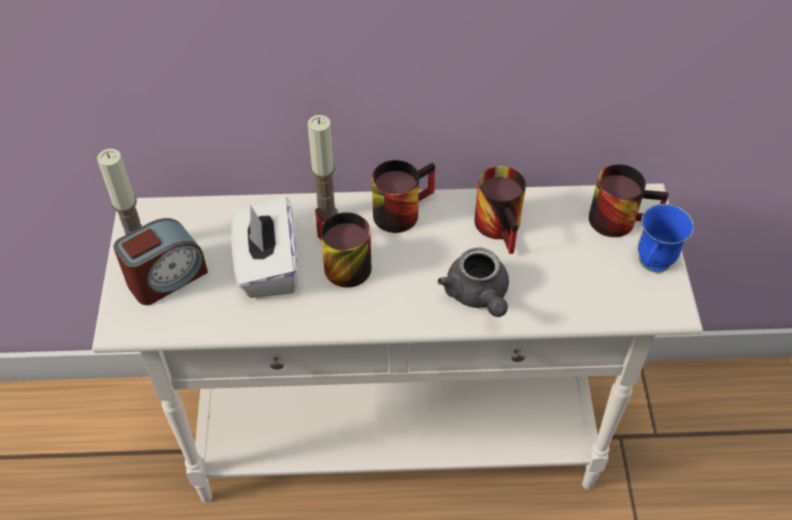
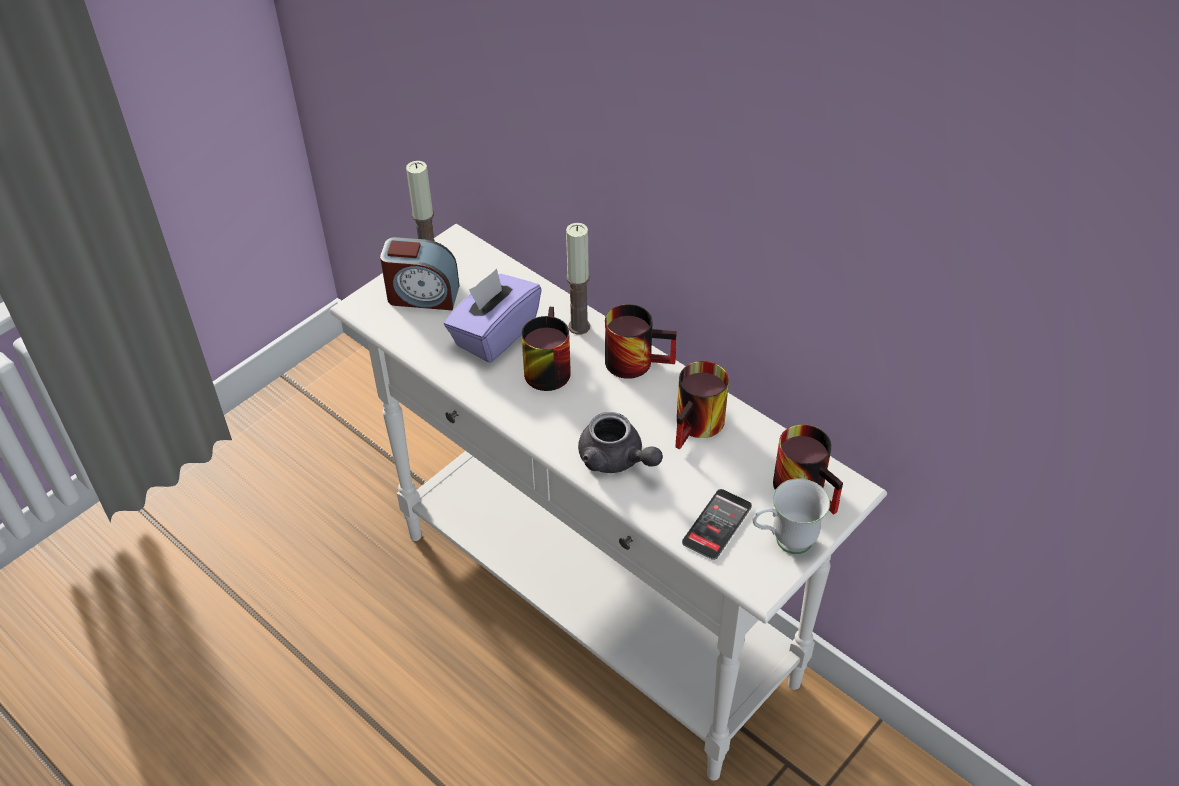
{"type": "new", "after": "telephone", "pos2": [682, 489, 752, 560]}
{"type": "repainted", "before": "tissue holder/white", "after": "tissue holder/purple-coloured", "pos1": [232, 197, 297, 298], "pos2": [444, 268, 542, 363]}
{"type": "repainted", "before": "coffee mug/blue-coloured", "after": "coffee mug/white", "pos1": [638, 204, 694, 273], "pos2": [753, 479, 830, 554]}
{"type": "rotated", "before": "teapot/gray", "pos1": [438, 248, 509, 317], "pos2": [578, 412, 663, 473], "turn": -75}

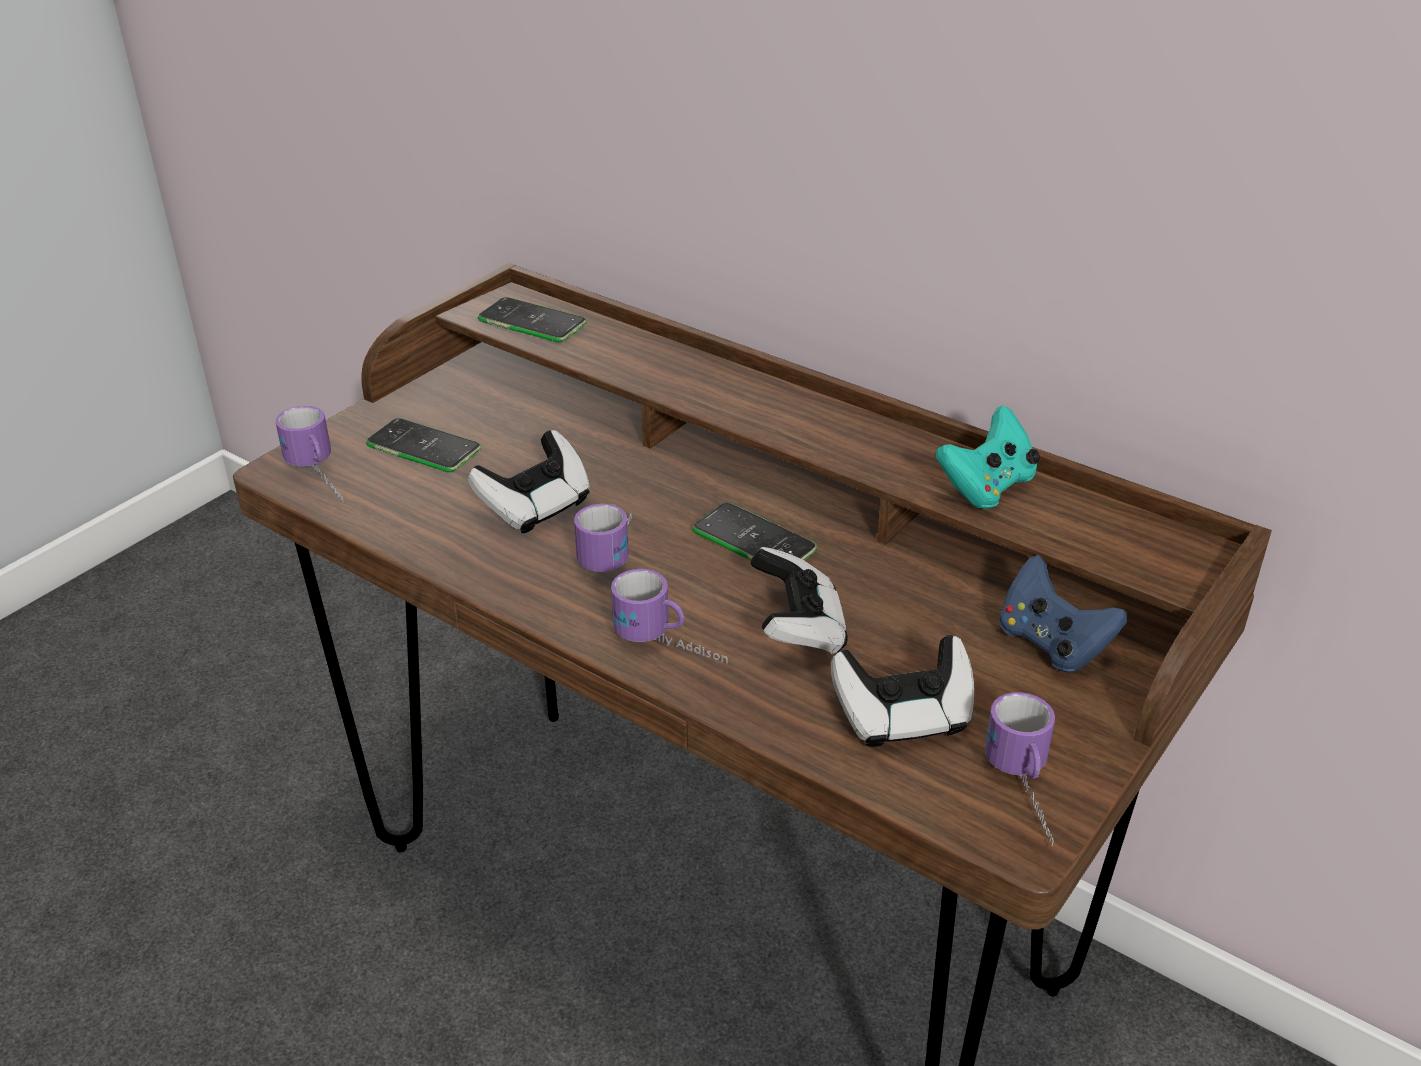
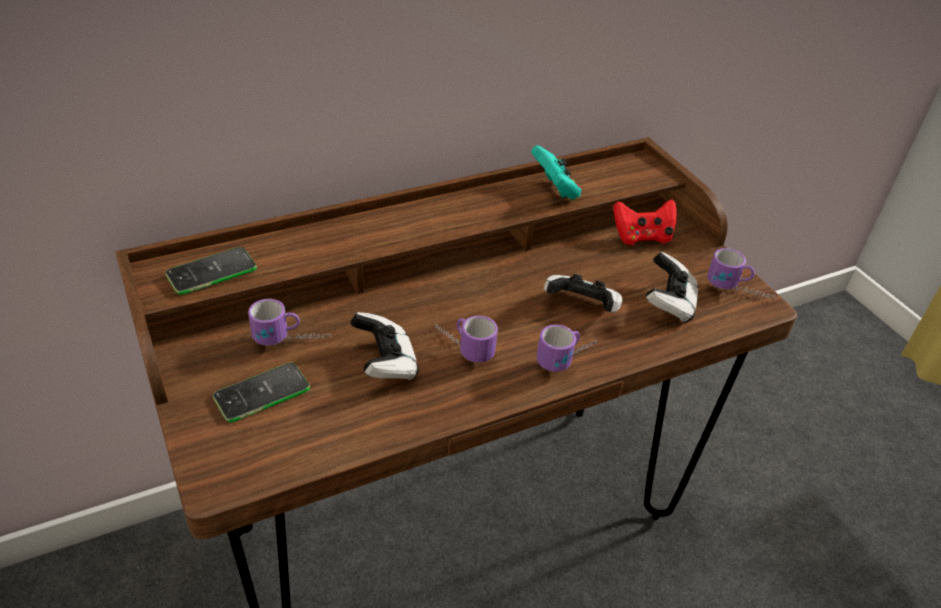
{"type": "gone", "before": "telephone", "pos1": [692, 503, 817, 561]}
{"type": "shifted", "before": "coffee mug", "pos1": [276, 406, 344, 503], "pos2": [248, 299, 331, 345]}
{"type": "repainted", "before": "joypad/blue-coloured", "after": "joypad/red", "pos1": [999, 555, 1127, 673], "pos2": [613, 199, 677, 245]}

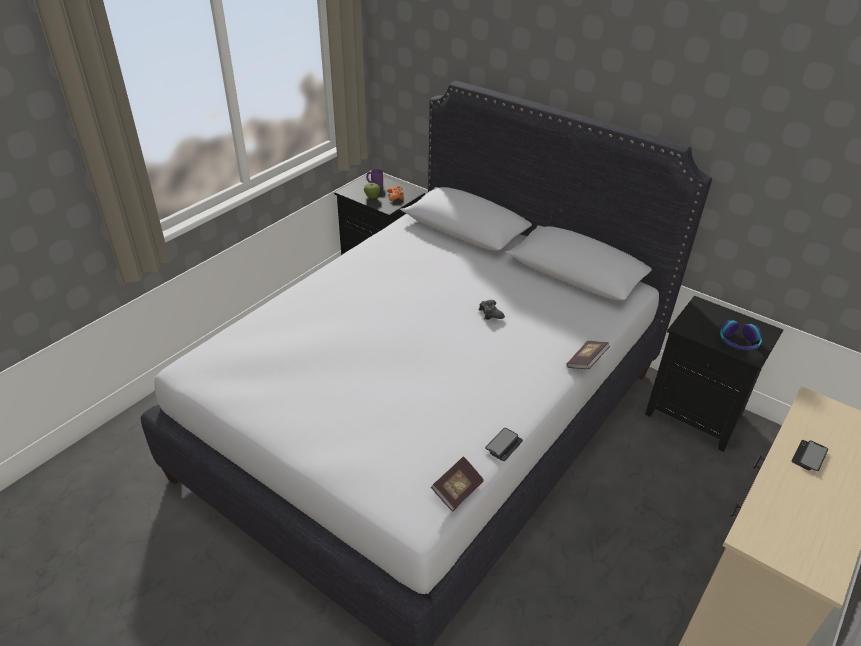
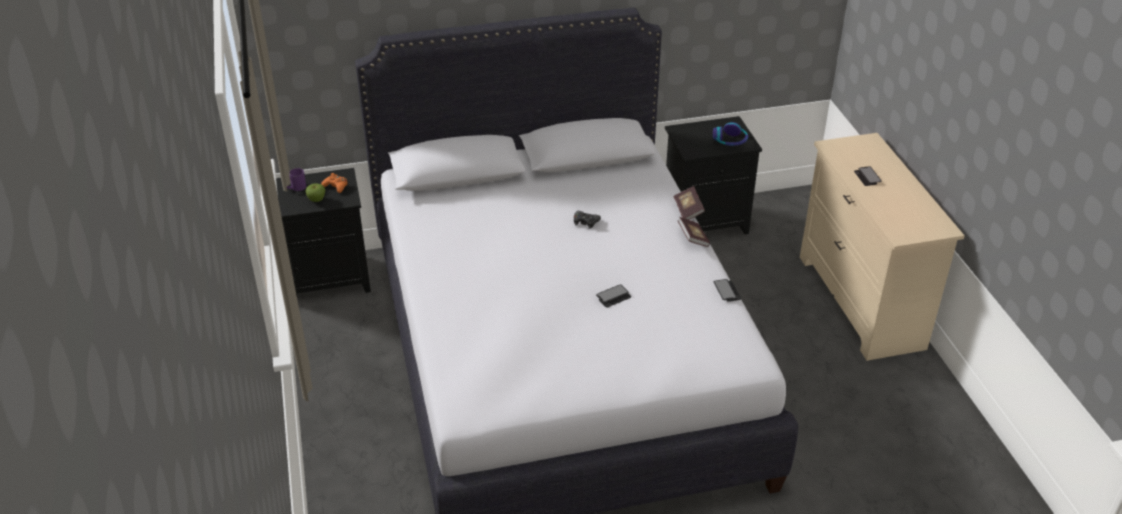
{"type": "new", "after": "telephone", "pos2": [596, 284, 631, 308]}
{"type": "shifted", "before": "book", "pos1": [431, 456, 484, 512], "pos2": [678, 217, 710, 247]}

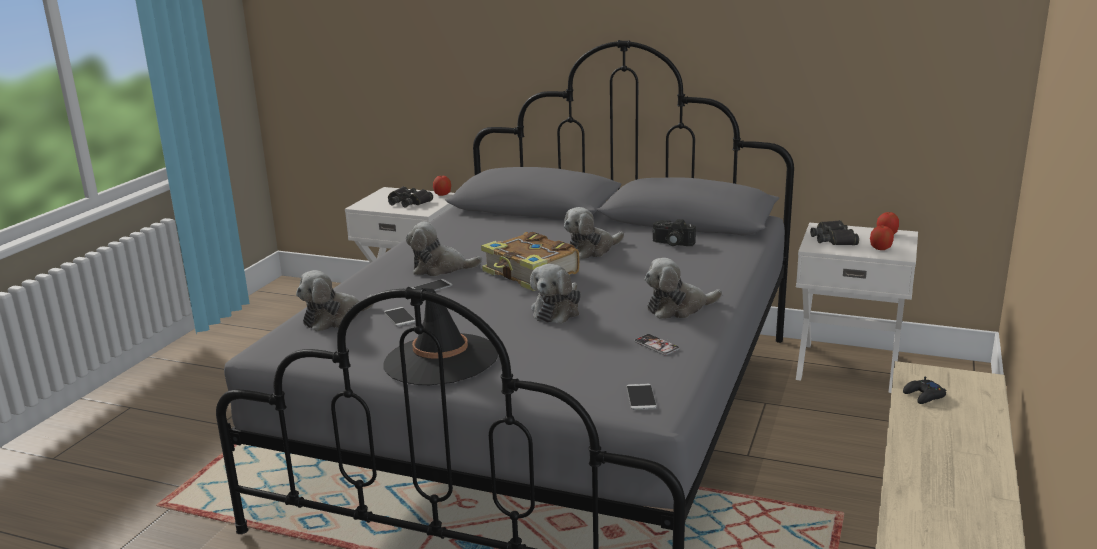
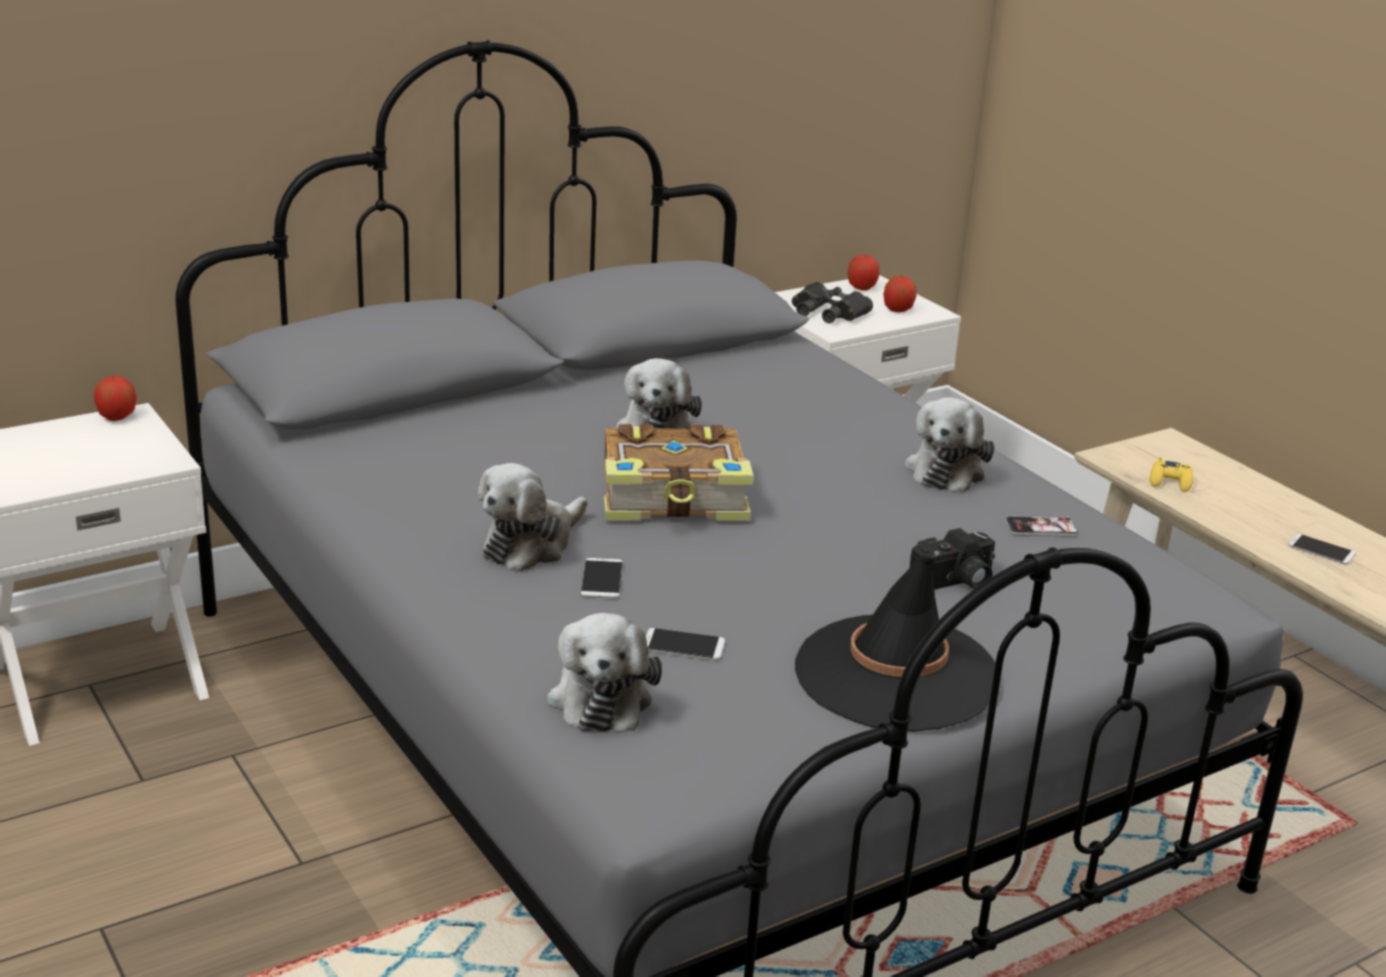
{"type": "gone", "before": "binoculars/blackish", "pos1": [388, 186, 433, 208]}
{"type": "gone", "before": "cuddly toy", "pos1": [530, 264, 581, 324]}
{"type": "shifted", "before": "telephone", "pos1": [626, 384, 657, 410], "pos2": [1288, 534, 1356, 565]}
{"type": "shifted", "before": "still camera", "pos1": [652, 219, 696, 246], "pos2": [909, 528, 995, 590]}
{"type": "repainted", "before": "joypad/blackish", "after": "joypad/yellow", "pos1": [903, 377, 946, 404], "pos2": [1150, 457, 1193, 492]}

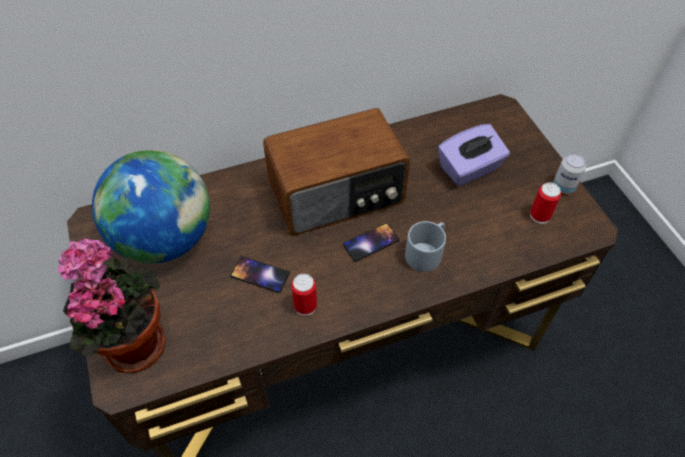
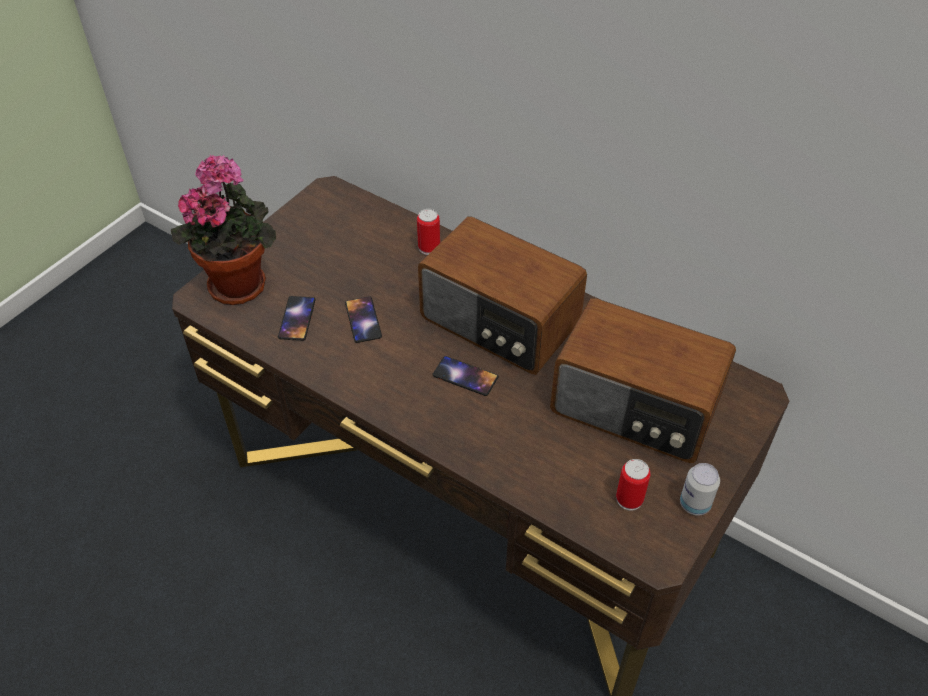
{"type": "gone", "before": "world globe", "pos1": [92, 150, 210, 263]}
{"type": "gone", "before": "coffee mug/gray", "pos1": [405, 221, 446, 272]}
{"type": "new", "after": "telephone", "pos2": [278, 296, 315, 341]}
{"type": "shifted", "before": "sealed can", "pos1": [291, 274, 317, 316], "pos2": [417, 209, 440, 255]}
{"type": "swapped", "before": "tissue holder/purple-coloured", "after": "radio set", "pos1": [438, 124, 510, 186], "pos2": [550, 298, 736, 463]}

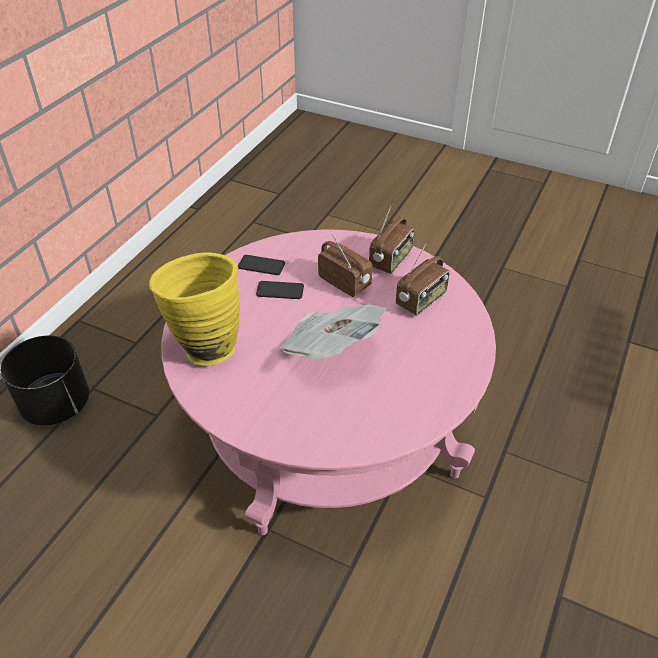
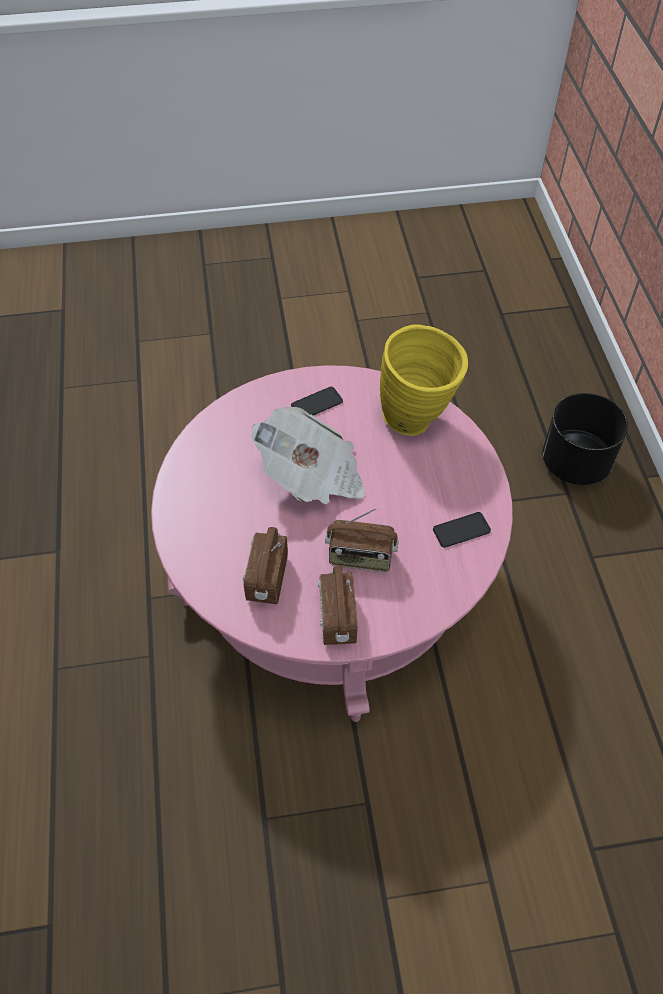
{"type": "shifted", "before": "telephone", "pos1": [256, 281, 304, 299], "pos2": [291, 387, 343, 415]}

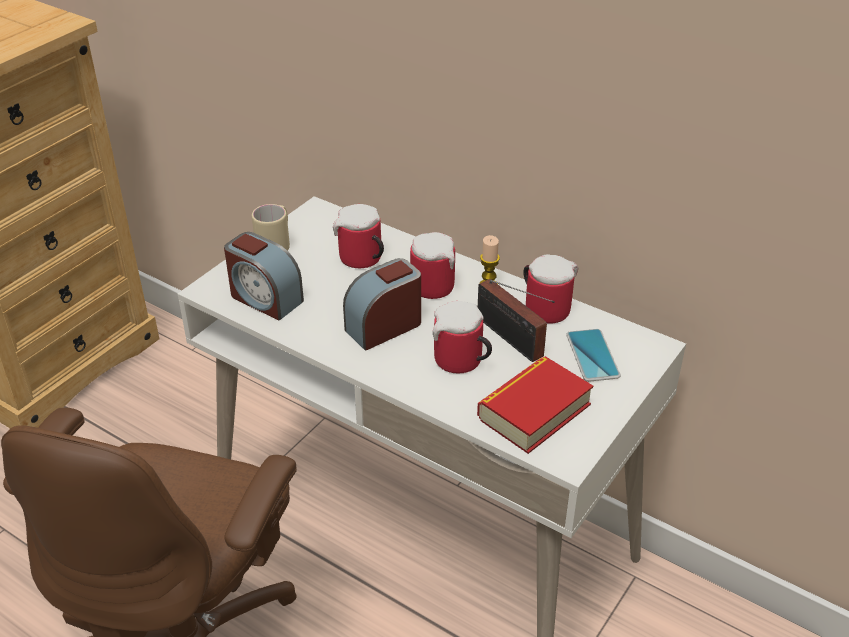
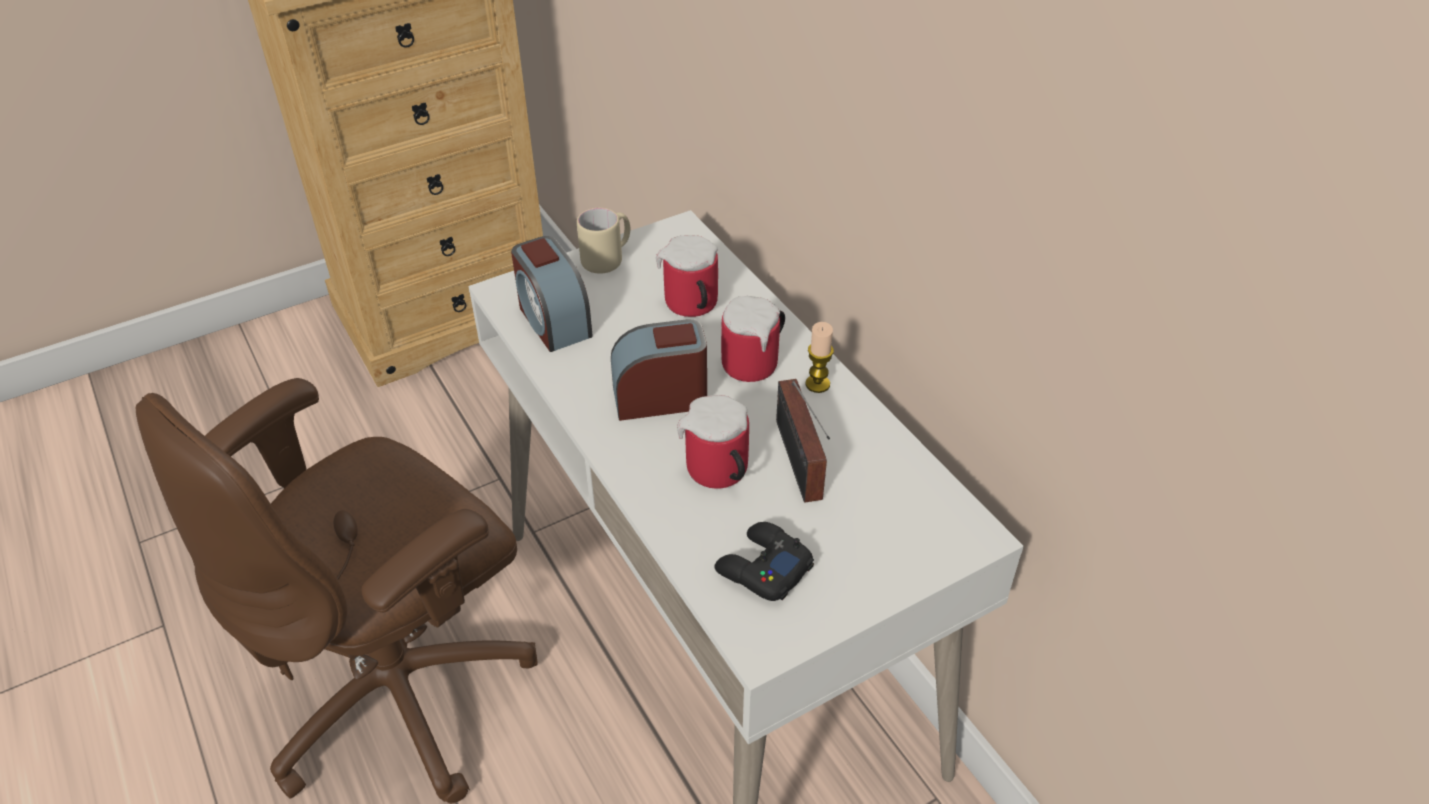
{"type": "gone", "before": "coffee mug", "pos1": [523, 254, 578, 324]}
{"type": "gone", "before": "telephone", "pos1": [566, 329, 621, 382]}
{"type": "swapped", "before": "book", "after": "joypad/blackish", "pos1": [477, 356, 593, 454], "pos2": [714, 522, 814, 601]}

